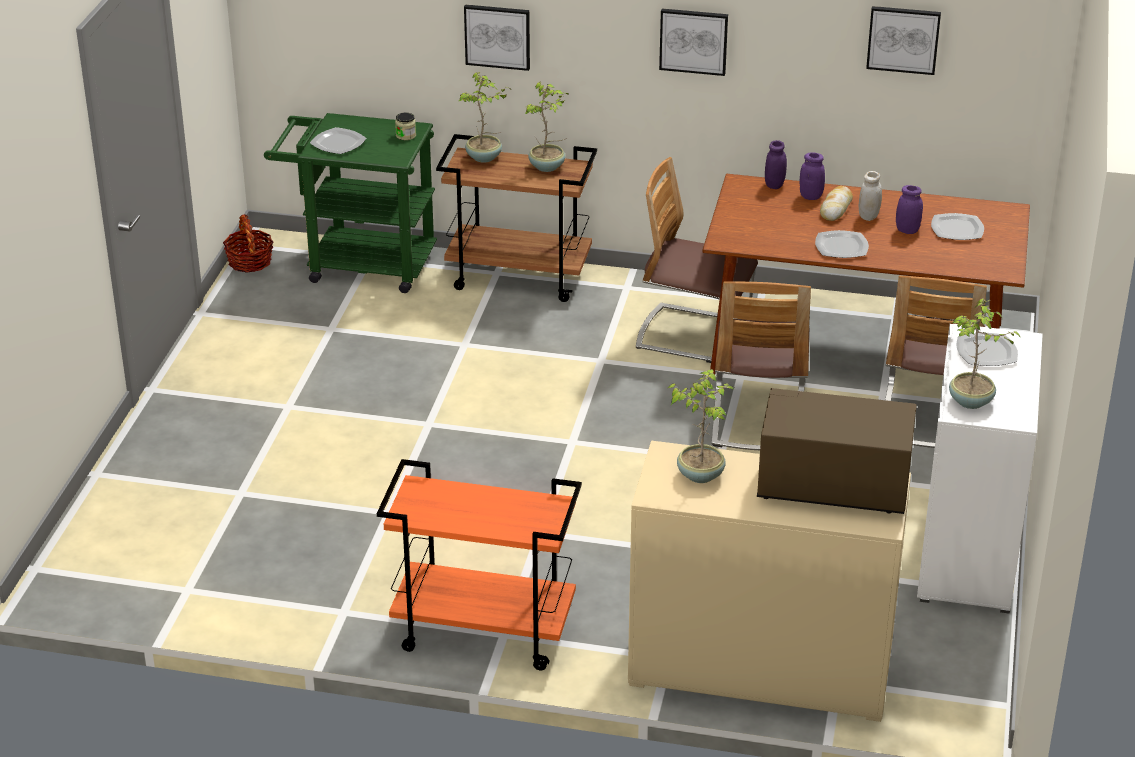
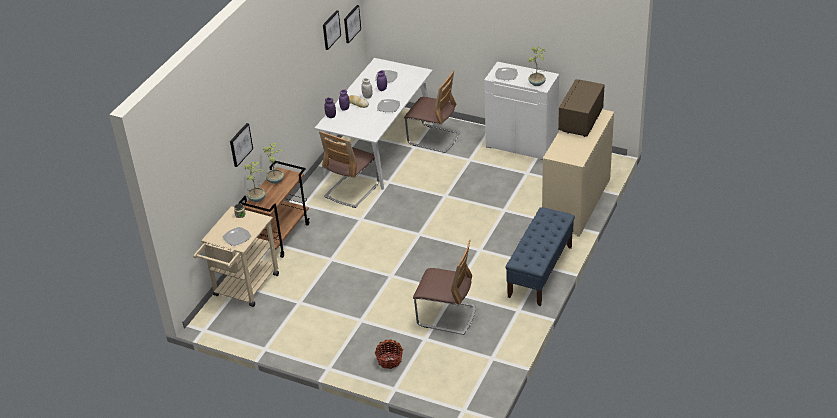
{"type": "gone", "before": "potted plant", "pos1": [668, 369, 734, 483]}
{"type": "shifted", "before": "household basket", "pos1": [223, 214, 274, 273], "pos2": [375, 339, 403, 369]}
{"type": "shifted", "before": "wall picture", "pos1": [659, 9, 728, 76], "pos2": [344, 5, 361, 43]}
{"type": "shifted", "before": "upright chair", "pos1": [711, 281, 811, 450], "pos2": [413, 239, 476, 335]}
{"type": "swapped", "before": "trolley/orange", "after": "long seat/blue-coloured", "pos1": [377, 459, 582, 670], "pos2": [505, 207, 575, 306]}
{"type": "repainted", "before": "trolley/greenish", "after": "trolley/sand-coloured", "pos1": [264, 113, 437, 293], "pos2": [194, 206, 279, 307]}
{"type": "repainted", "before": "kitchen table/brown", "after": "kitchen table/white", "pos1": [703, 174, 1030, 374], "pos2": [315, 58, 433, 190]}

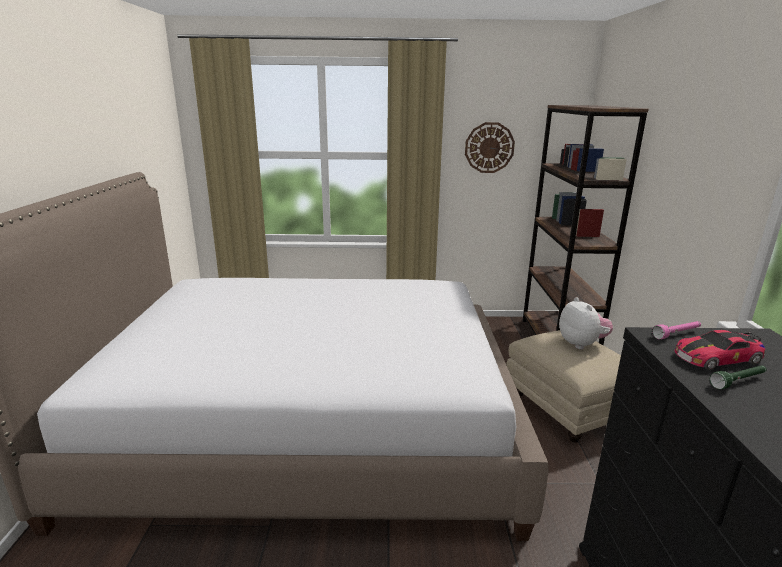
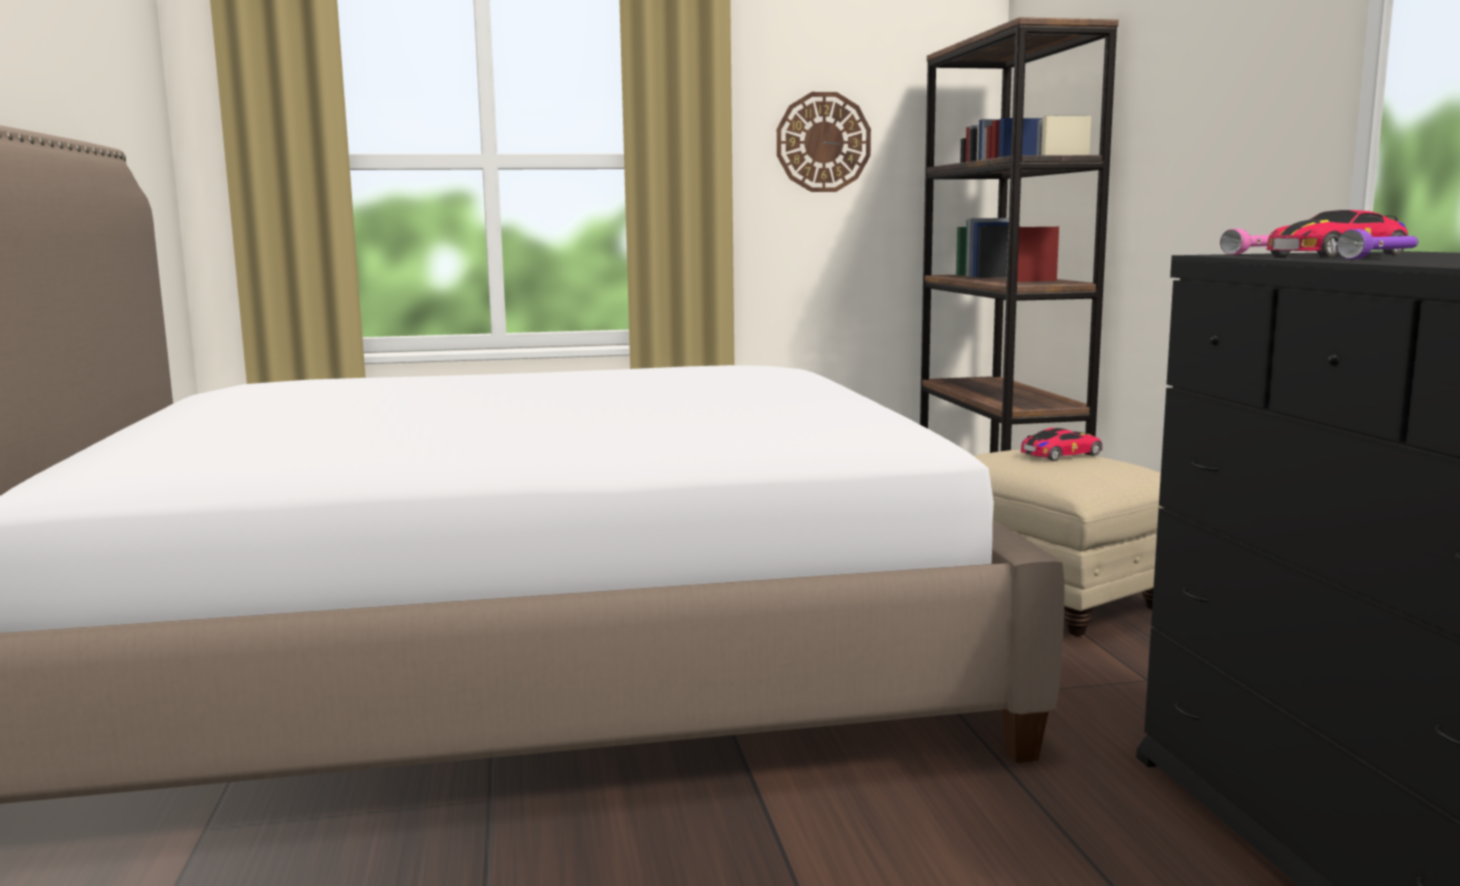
{"type": "swapped", "before": "cuddly toy", "after": "model car", "pos1": [559, 297, 613, 349], "pos2": [1021, 428, 1102, 461]}
{"type": "repainted", "before": "torch/greenish", "after": "torch/purple-coloured", "pos1": [710, 365, 767, 389], "pos2": [1336, 229, 1419, 259]}

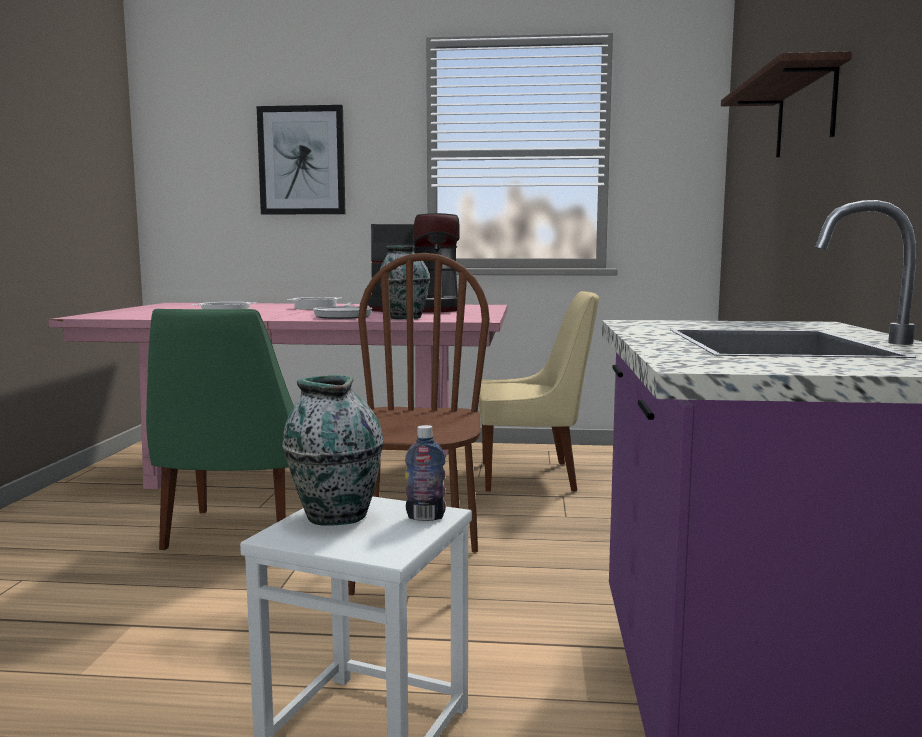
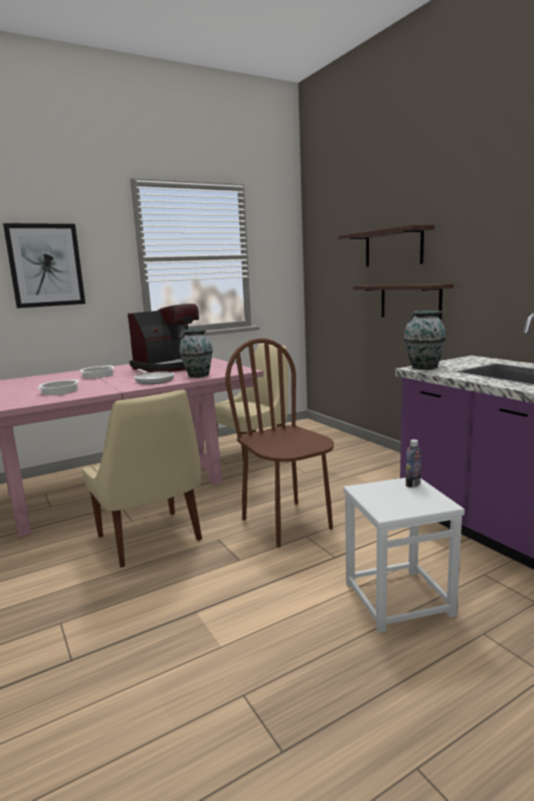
{"type": "new", "after": "shelf", "pos2": [353, 284, 454, 320]}
{"type": "shifted", "before": "vase", "pos1": [282, 375, 384, 526], "pos2": [404, 310, 446, 370]}
{"type": "repainted", "before": "upright chair/greenish", "after": "upright chair/sand-coloured", "pos1": [146, 309, 294, 550], "pos2": [82, 390, 202, 568]}

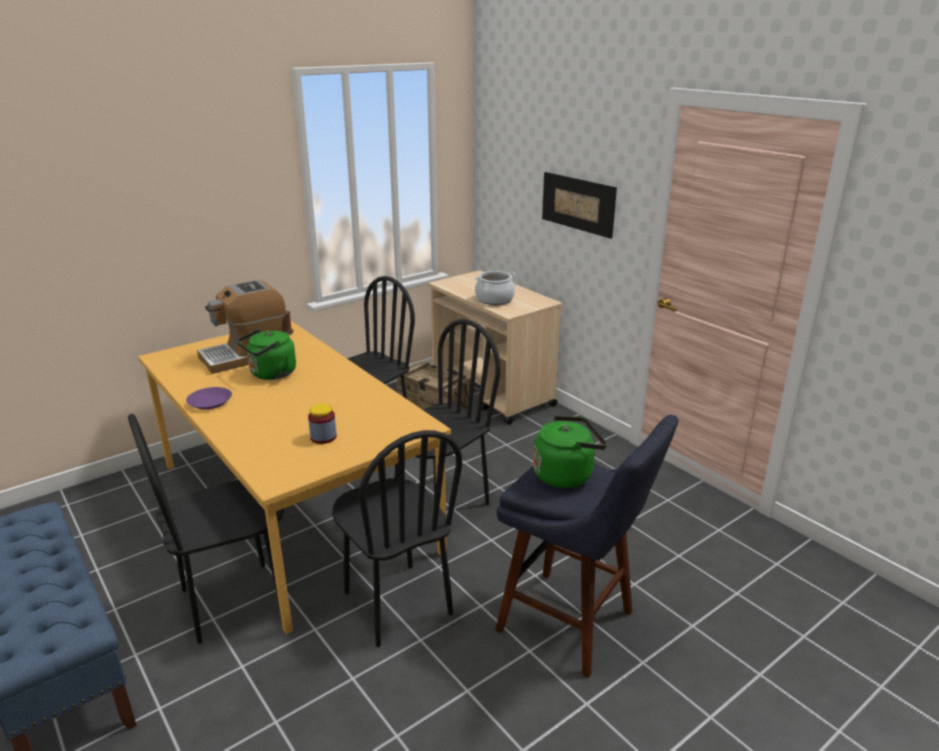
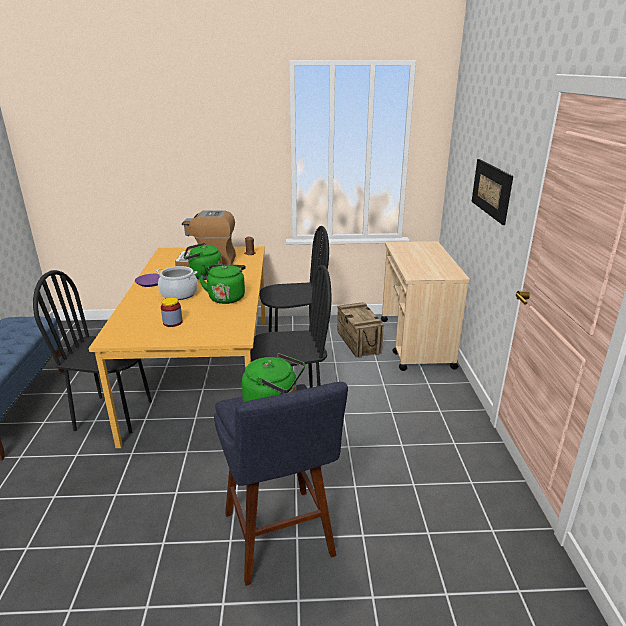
{"type": "gone", "before": "upright chair/blackish", "pos1": [332, 430, 463, 647]}
{"type": "new", "after": "kettle/greenish", "pos2": [199, 265, 246, 304]}
{"type": "shifted", "before": "cooking pot", "pos1": [474, 271, 516, 305], "pos2": [156, 266, 198, 300]}

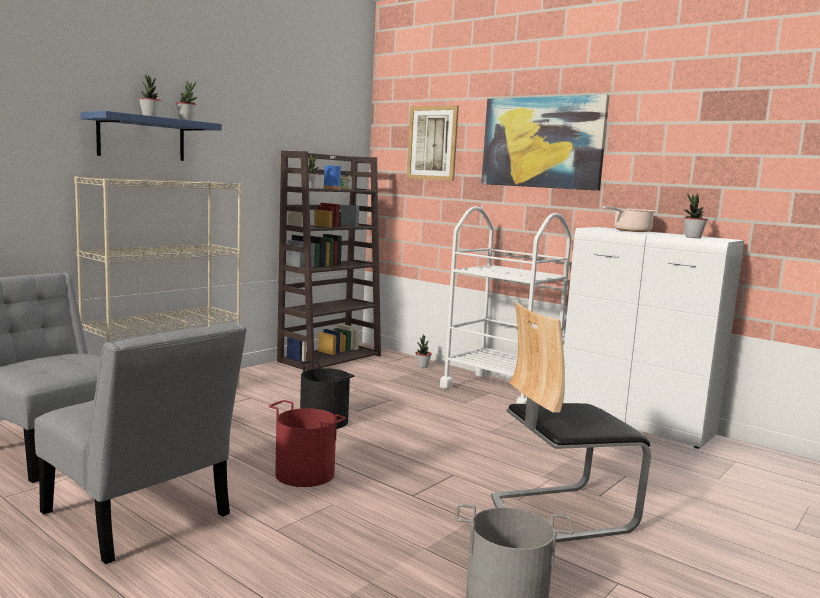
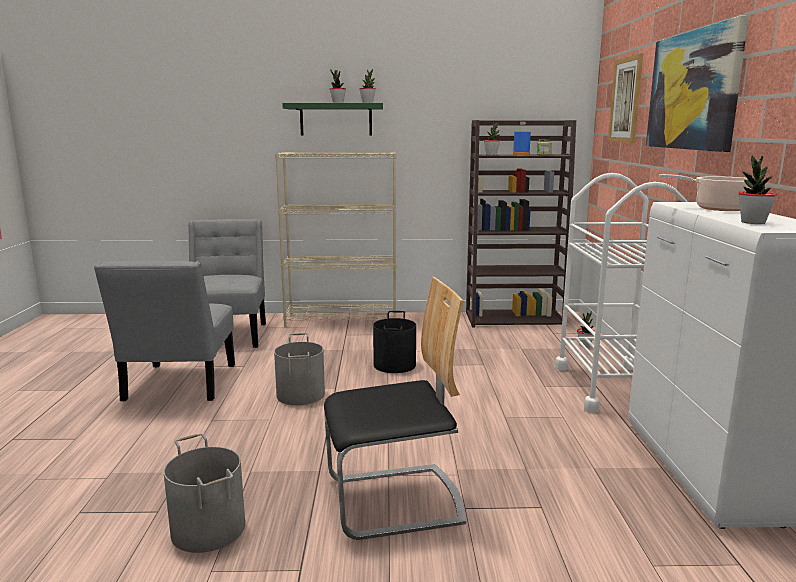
{"type": "repainted", "before": "shelf/blue-coloured", "after": "shelf/greenish", "pos1": [80, 111, 222, 161], "pos2": [282, 103, 383, 135]}
{"type": "repainted", "before": "water bucket/red", "after": "water bucket/gray", "pos1": [268, 400, 346, 487], "pos2": [274, 333, 325, 405]}
{"type": "rotated", "before": "upright chair", "pos1": [491, 302, 651, 542], "pos2": [324, 277, 466, 540], "turn": 135}

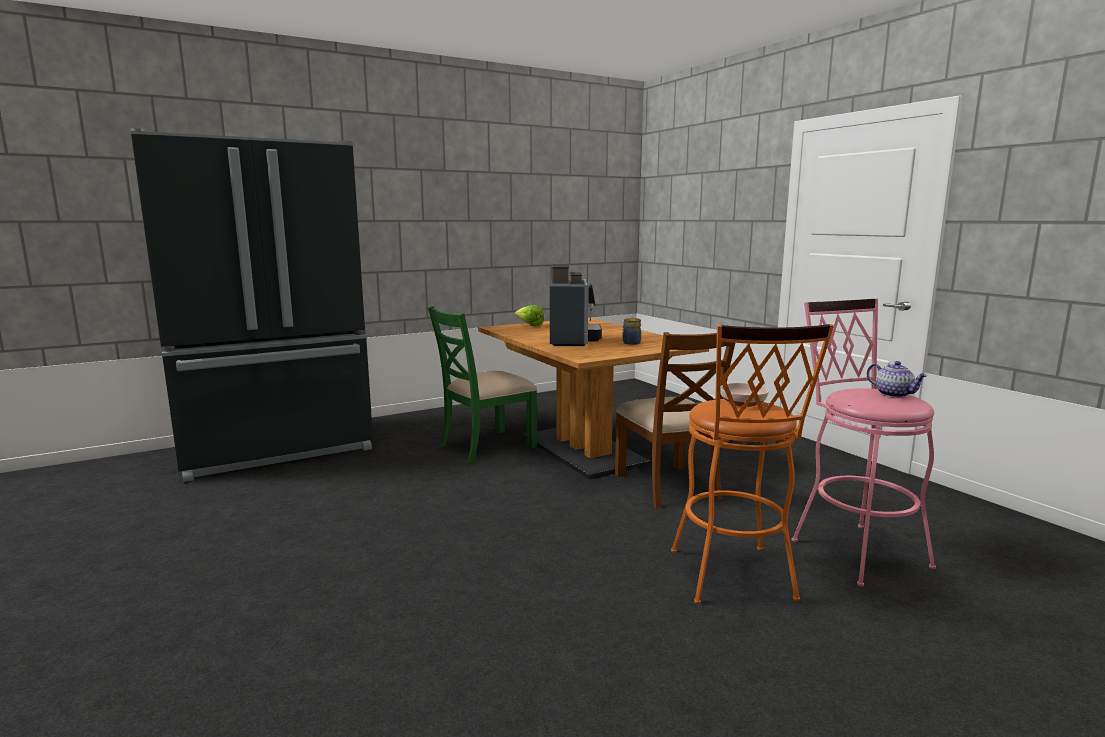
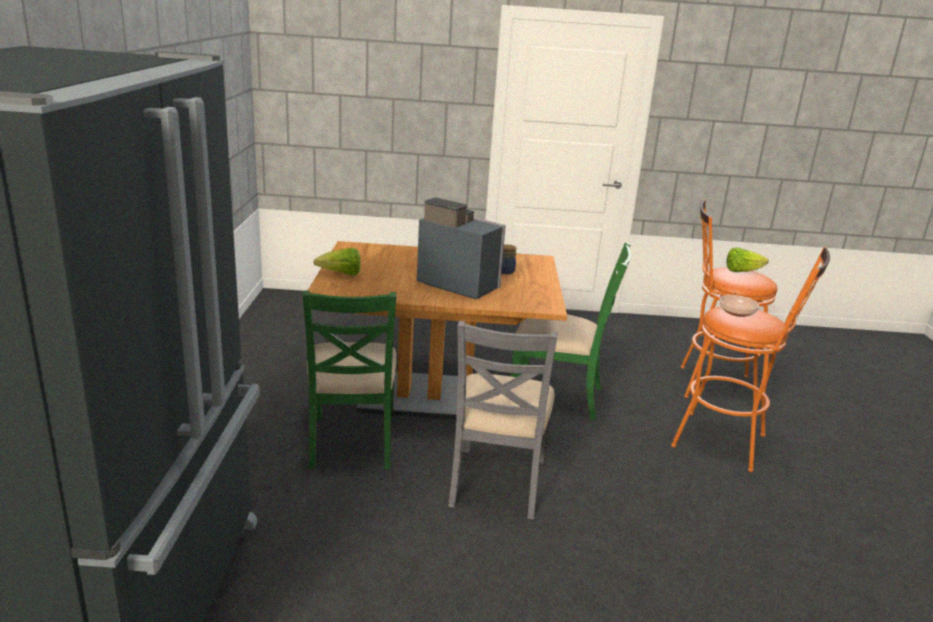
{"type": "new", "after": "upright chair/gray", "pos2": [448, 321, 558, 519]}
{"type": "swapped", "before": "teapot", "after": "lettuce", "pos1": [867, 361, 928, 398], "pos2": [726, 247, 769, 272]}
{"type": "repainted", "before": "upright chair/brown", "after": "upright chair/greenish", "pos1": [615, 332, 735, 509], "pos2": [511, 242, 631, 420]}
{"type": "repainted", "before": "stool seat/pink-coloured", "after": "stool seat/orange", "pos1": [792, 298, 936, 586], "pos2": [681, 199, 777, 406]}

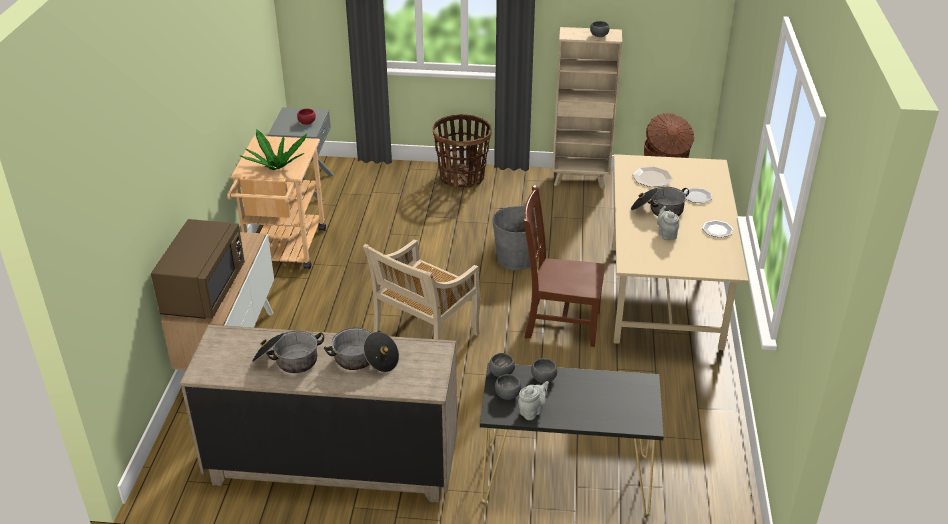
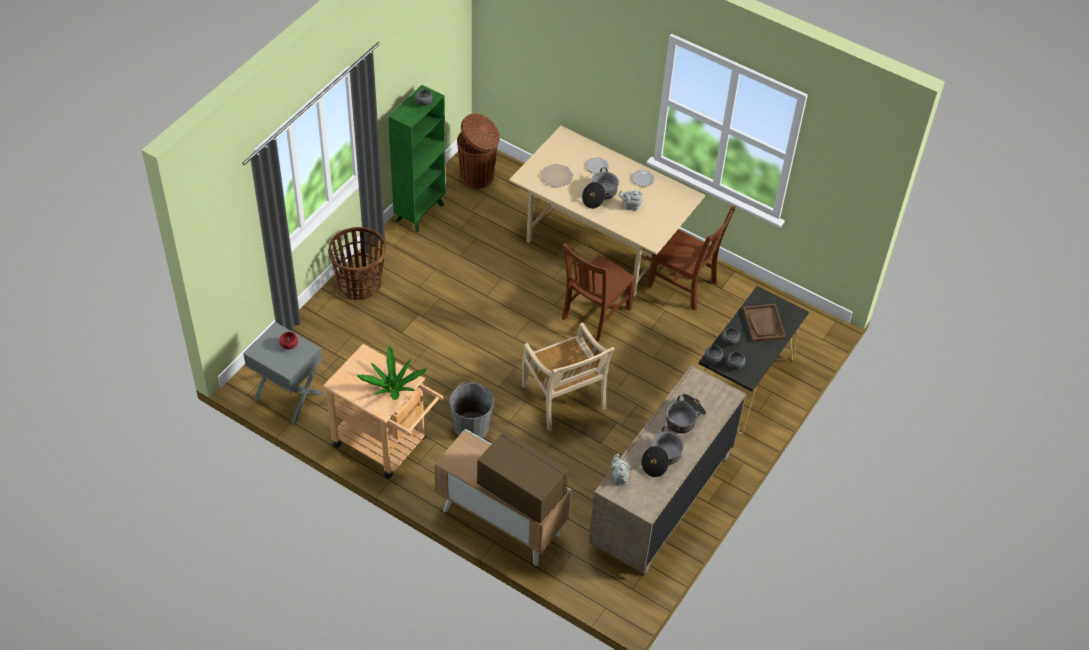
{"type": "new", "after": "upright chair/brown", "pos2": [648, 206, 736, 310]}
{"type": "new", "after": "serving tray/brown", "pos2": [743, 304, 786, 342]}
{"type": "shifted", "before": "water bucket/gray", "pos1": [492, 206, 538, 271], "pos2": [449, 381, 494, 438]}
{"type": "shifted", "before": "teapot/gray", "pos1": [518, 381, 549, 420], "pos2": [610, 454, 629, 485]}
{"type": "repainted", "before": "bookcase/sand-coloured", "after": "bookcase/greenish", "pos1": [552, 27, 622, 189], "pos2": [388, 85, 446, 232]}

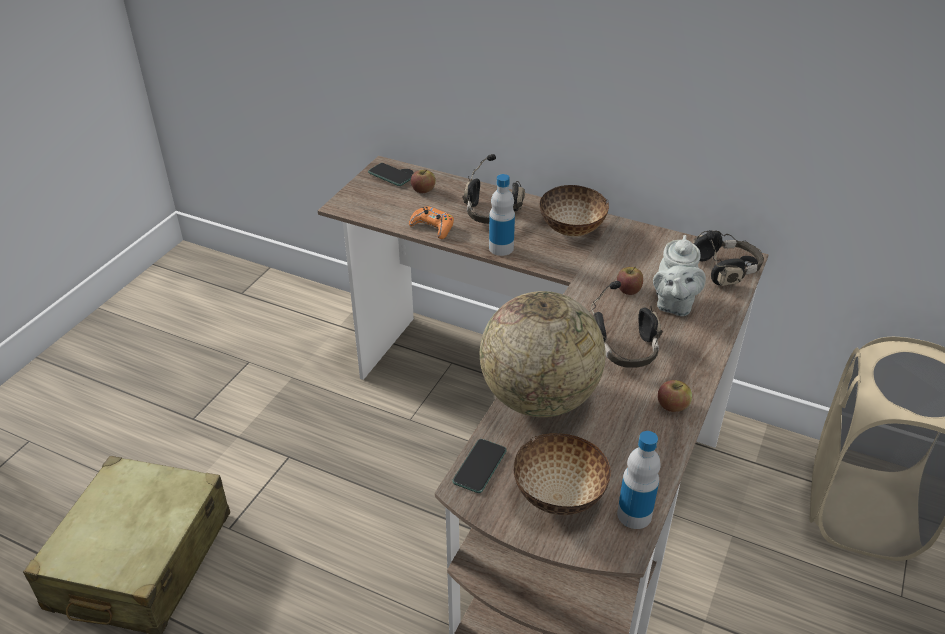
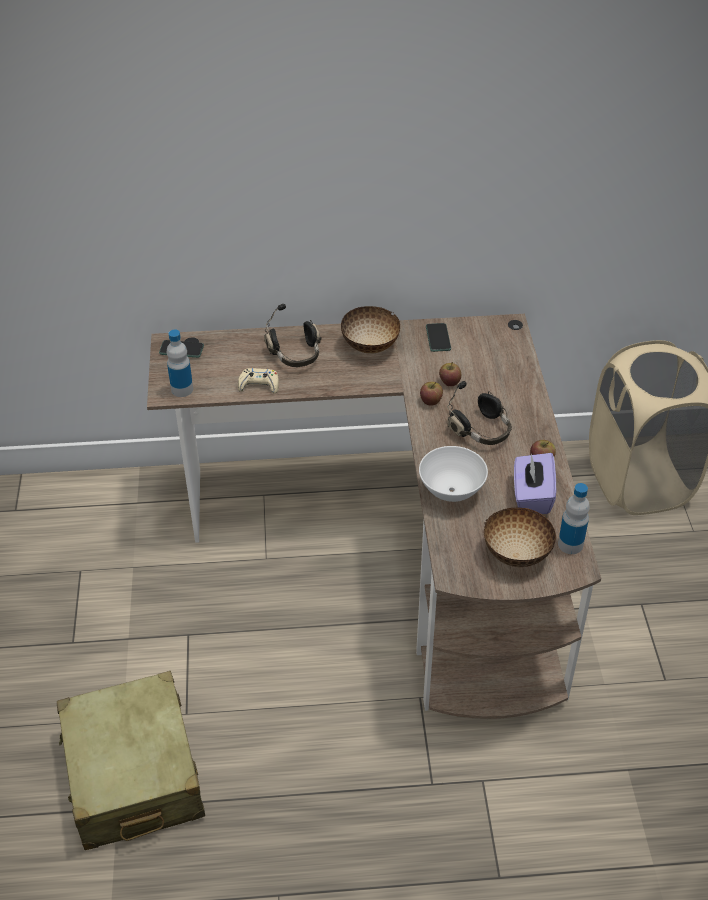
{"type": "gone", "before": "teapot/gray", "pos1": [653, 235, 706, 316]}
{"type": "gone", "before": "headset/blackish", "pos1": [693, 230, 764, 286]}
{"type": "new", "after": "tissue holder/purple-coloured", "pos2": [514, 453, 556, 514]}
{"type": "shifted", "before": "apple", "pos1": [411, 169, 436, 193], "pos2": [420, 382, 443, 406]}
{"type": "shifted", "before": "telephone", "pos1": [452, 439, 506, 493], "pos2": [426, 323, 451, 352]}
{"type": "shifted", "before": "beverage bottle", "pos1": [489, 174, 515, 256], "pos2": [167, 330, 193, 397]}
{"type": "swapped", "before": "world globe", "after": "bowl/white", "pos1": [480, 291, 605, 417], "pos2": [419, 446, 488, 502]}
{"type": "repainted", "before": "joypad/orange", "after": "joypad/sand-coloured", "pos1": [409, 206, 454, 239], "pos2": [238, 368, 279, 394]}

